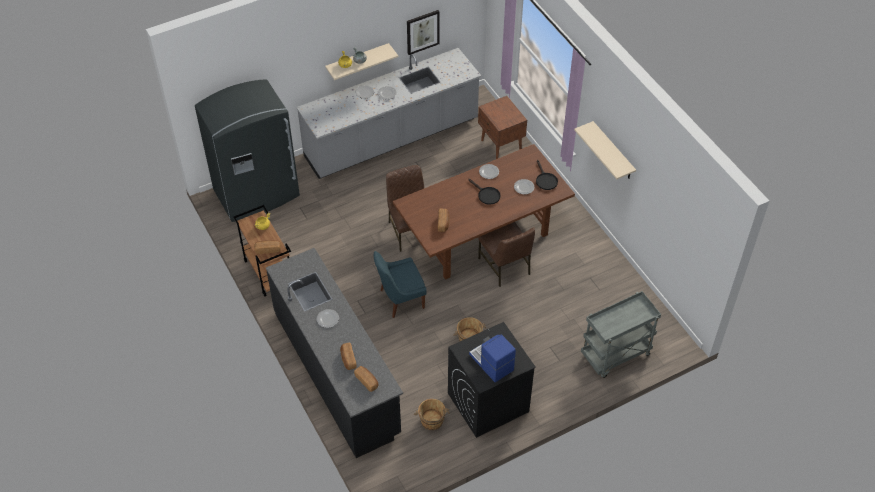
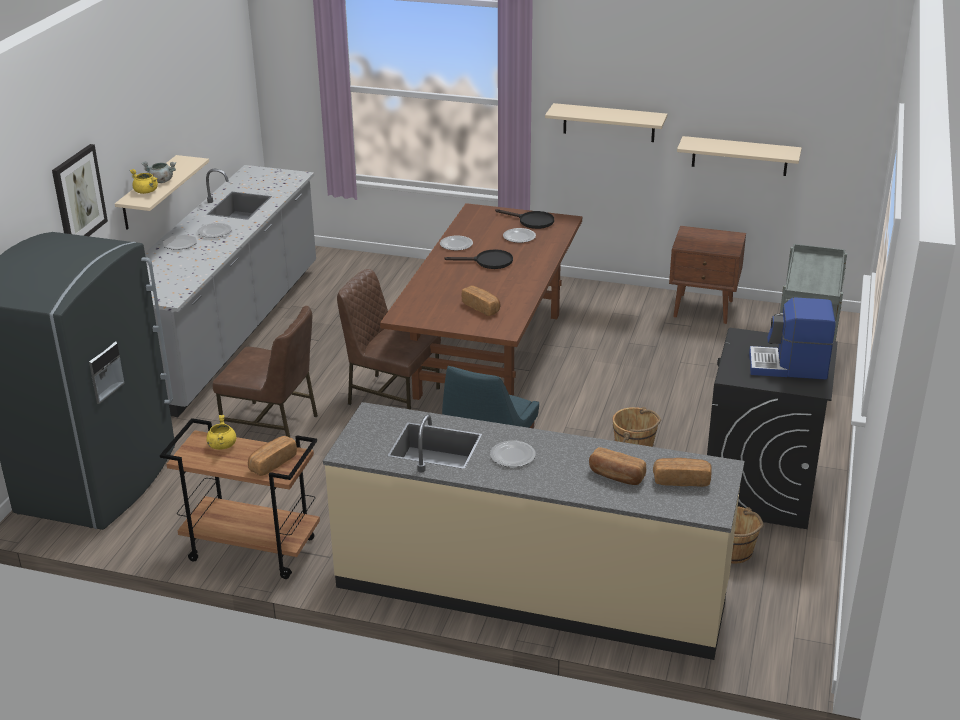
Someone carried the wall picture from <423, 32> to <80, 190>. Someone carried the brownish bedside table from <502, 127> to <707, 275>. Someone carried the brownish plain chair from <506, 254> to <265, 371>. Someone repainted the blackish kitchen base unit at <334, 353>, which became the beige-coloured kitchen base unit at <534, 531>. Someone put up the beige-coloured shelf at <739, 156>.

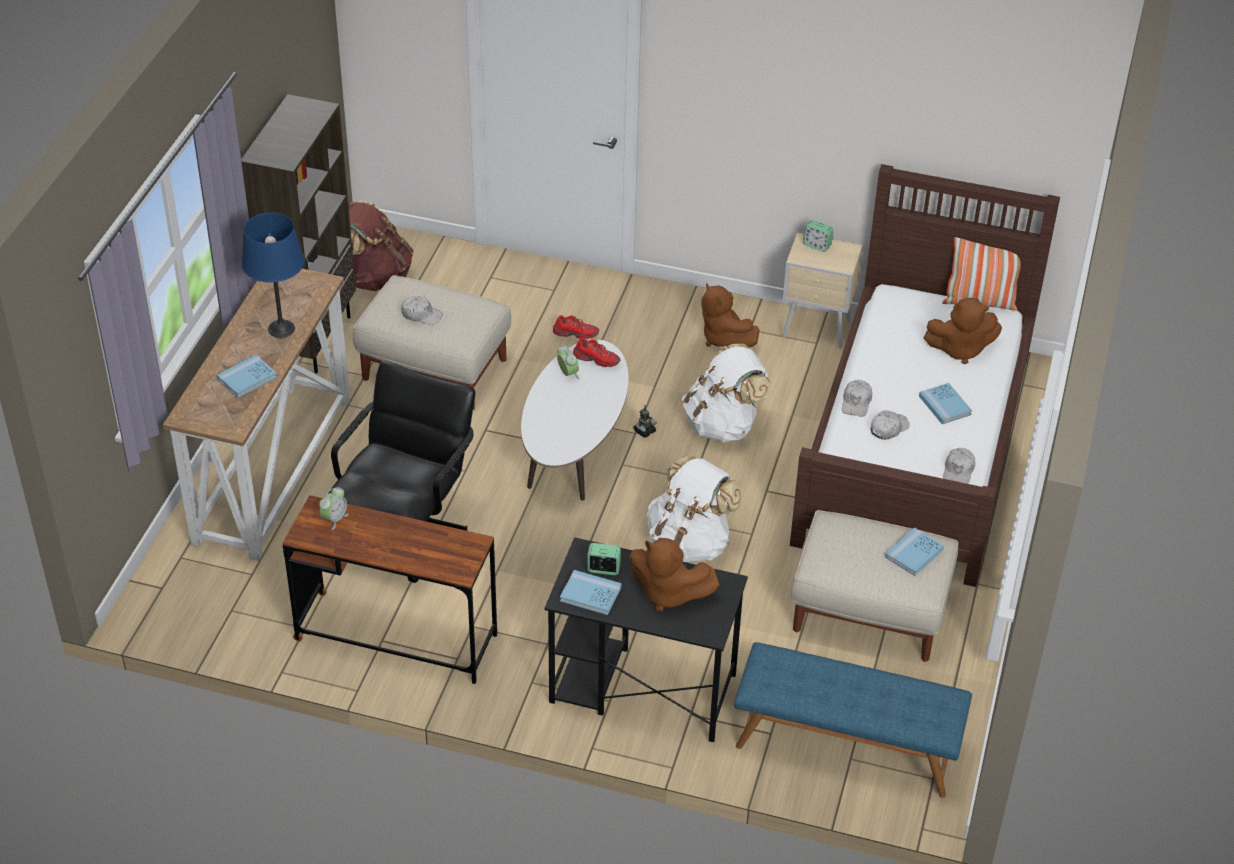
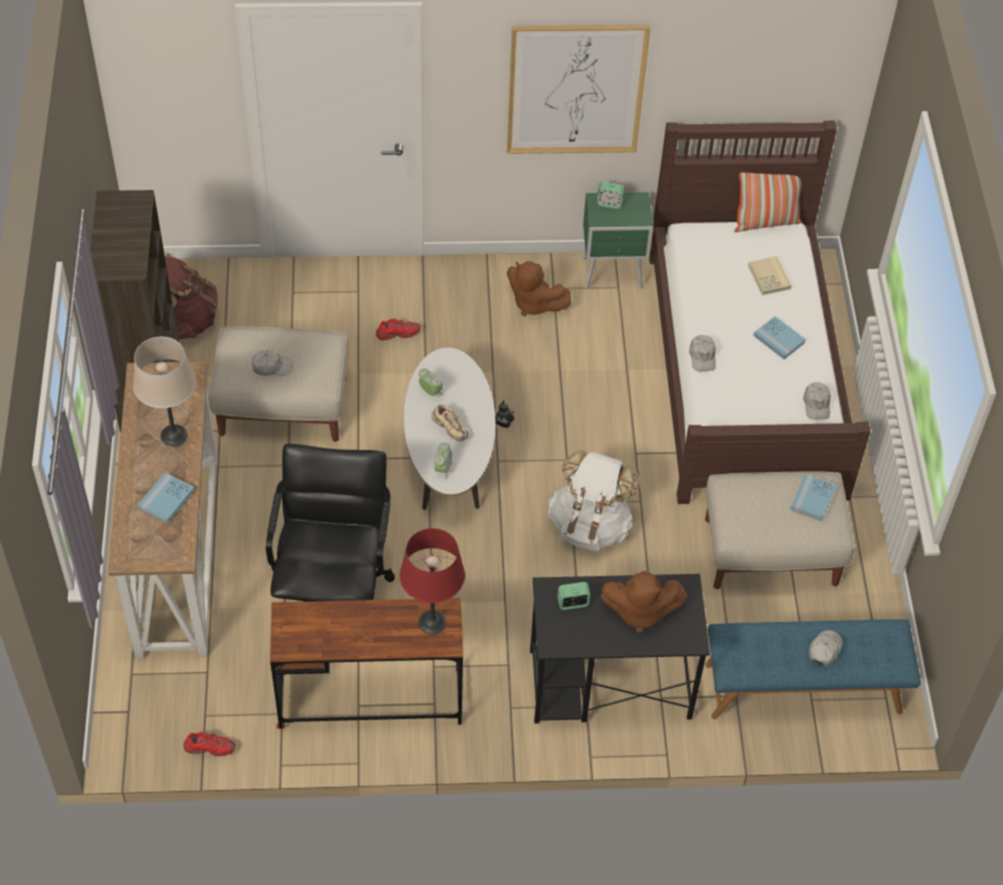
Someone repainted the blue-coloured tabletop lamp at <273, 275>, which became the beige-coloured tabletop lamp at <164, 391>. Someone repainted the beige-coloured bedside table at <822, 291>, which became the green bedside table at <617, 240>. Someone swapped the brownish plush toy at <962, 331> for the beige-coloured volume at <770, 275>. Someone carried the reddish item of footwear from <596, 352> to <209, 744>. Someone took away the white-coloured backpack at <727, 393>. Someone carried the white-coloured cap from <889, 425> to <826, 648>. Someone carried the alarm clock from <334, 508> to <443, 460>. Someone took away the blue-coloured volume at <590, 592>. Someone put up the wall picture at <578, 89>. Someone put down the beige-coloured item of footwear at <450, 423>. Someone put down the reddish tabletop lamp at <432, 581>.

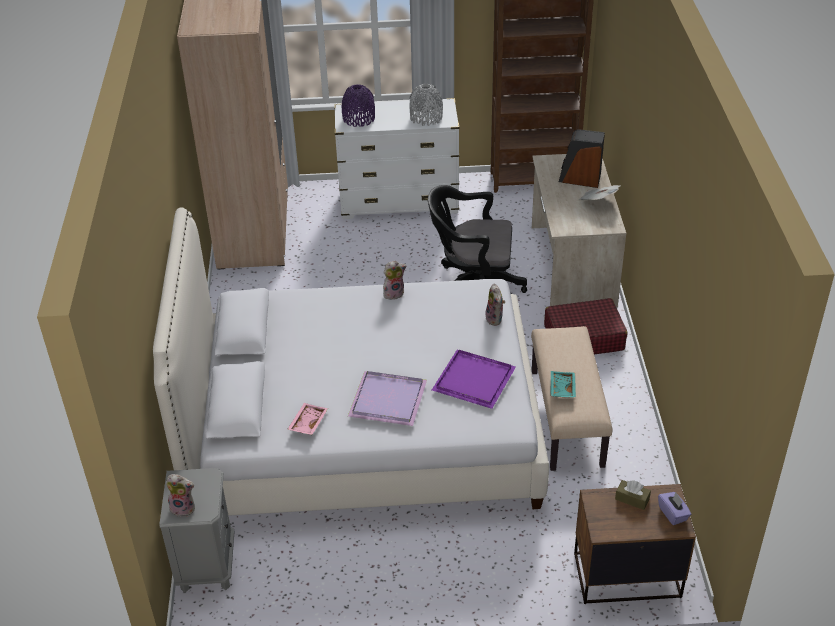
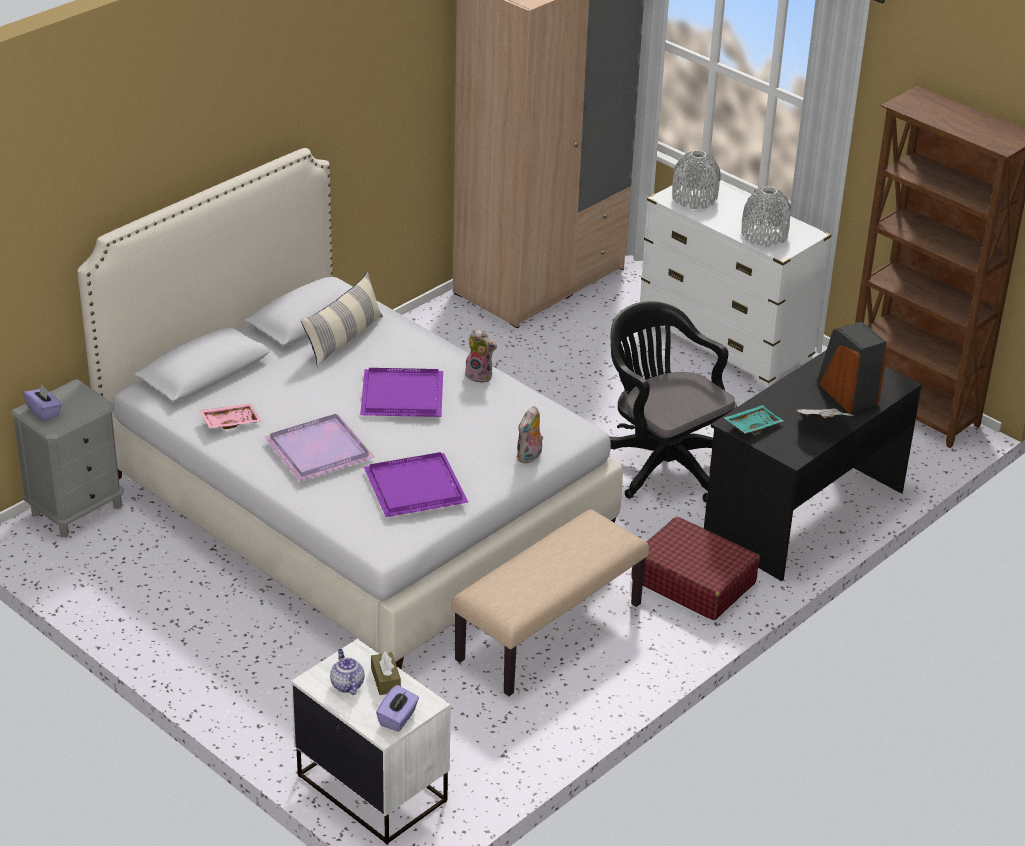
Someone repainted the purplish decorative vase at <358, 105>, which became the greyish decorative vase at <696, 179>. Someone repainted the beige-coloured desk at <579, 230>, which became the blackish desk at <813, 465>. Someone carried the turquoise serving tray from <563, 384> to <753, 419>. Someone swapped the plush toy at <180, 495> for the purplish box of tissues at <42, 403>. Someone repainted the brownish bedside table at <635, 544>, which became the white-coloured bedside table at <371, 742>. Someone put down the throw pillow at <342, 319>. Someone put down the purplish serving tray at <401, 392>. Someone put down the pot for tea at <347, 672>.

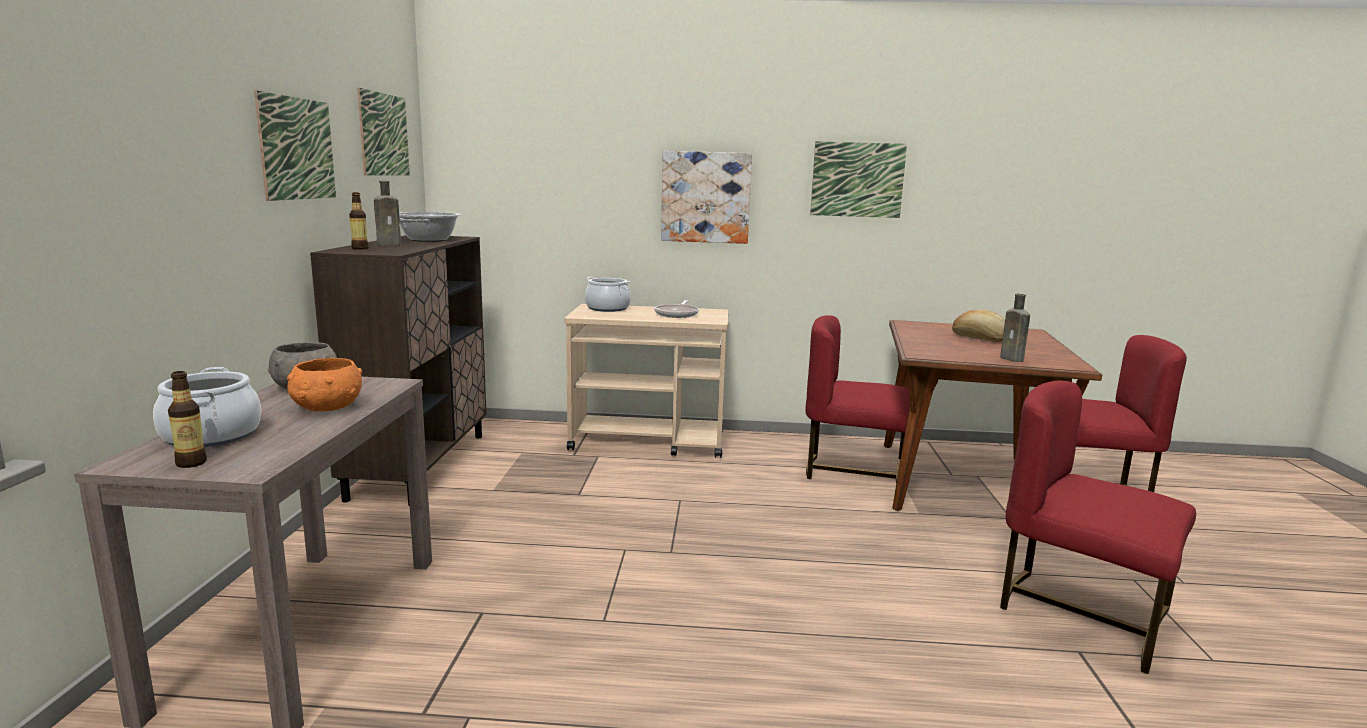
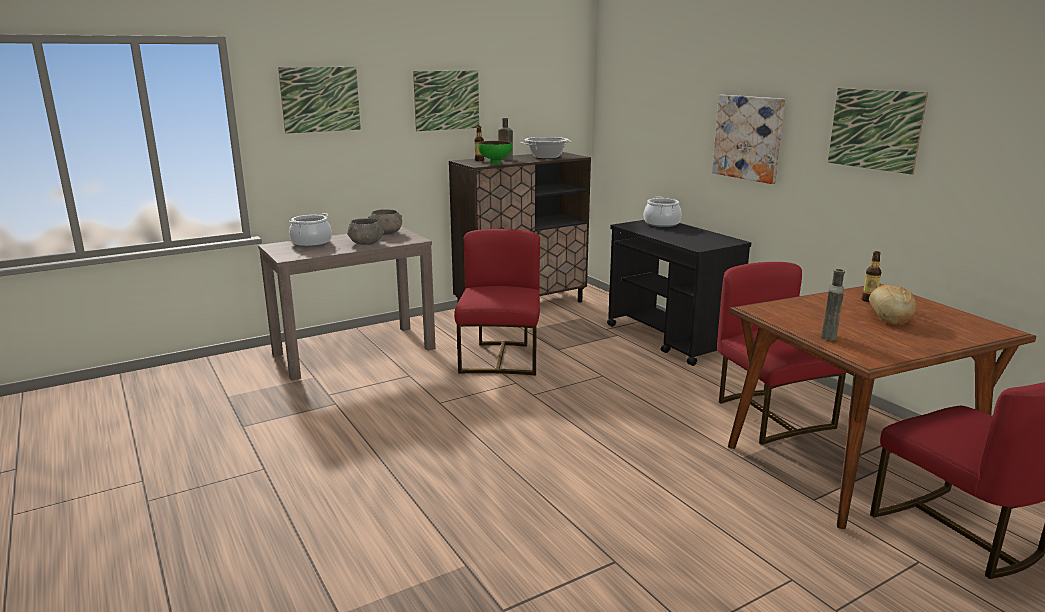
Someone carried the wall picture from <383, 132> to <319, 100>. Someone took away the frying pan at <676, 309>. Someone repainted the beige-coloured wheeled cart at <646, 381>, which became the blackish wheeled cart at <679, 293>. Someone repainted the orange-coloured bowl at <324, 385>, which became the greyish bowl at <365, 231>. Someone carried the drink bottle from <187, 419> to <871, 276>. Someone carried the reddish plain chair from <1098, 527> to <497, 302>. Someone put down the green bowl at <495, 153>.

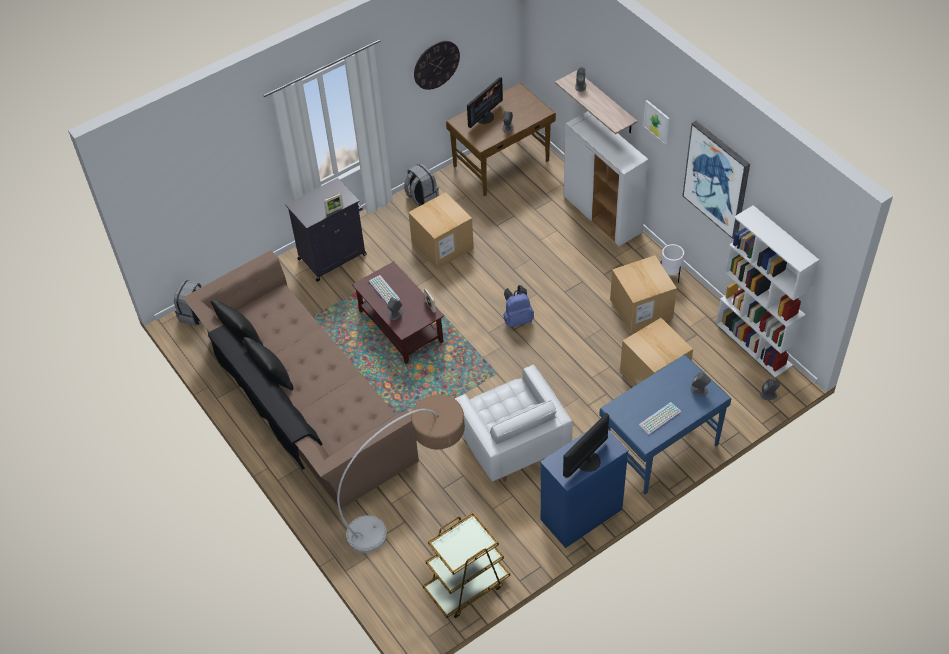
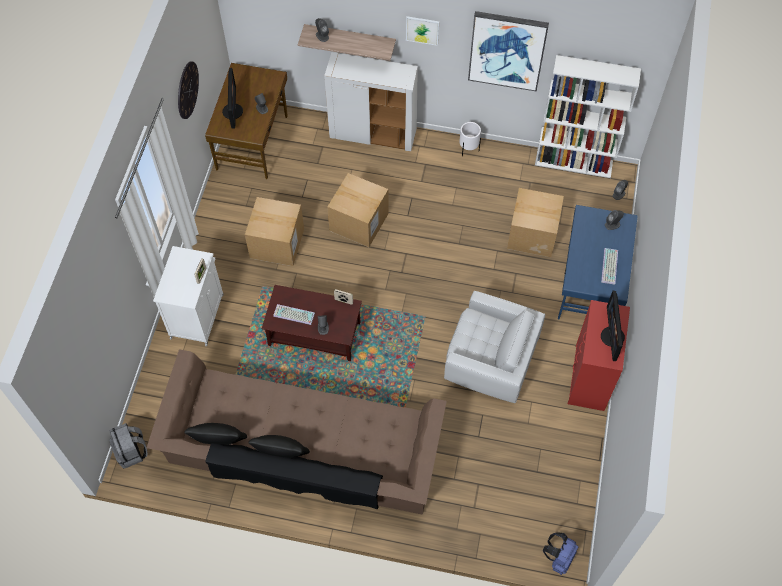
Someone took away the greyish backpack at <421, 185>. Someone repainted the blackish cupboard at <326, 230>, which became the white-coloured cupboard at <188, 296>. Someone carried the cardboard box from <643, 294> to <357, 210>. Someone carried the blue-coloured backpack from <519, 306> to <560, 553>. Someone took away the standard lamp at <401, 473>. Someone repainted the blue-coloured chest of drawers at <584, 489>, which became the reddish chest of drawers at <599, 355>. Someone took away the brownish wheeled cart at <466, 565>.

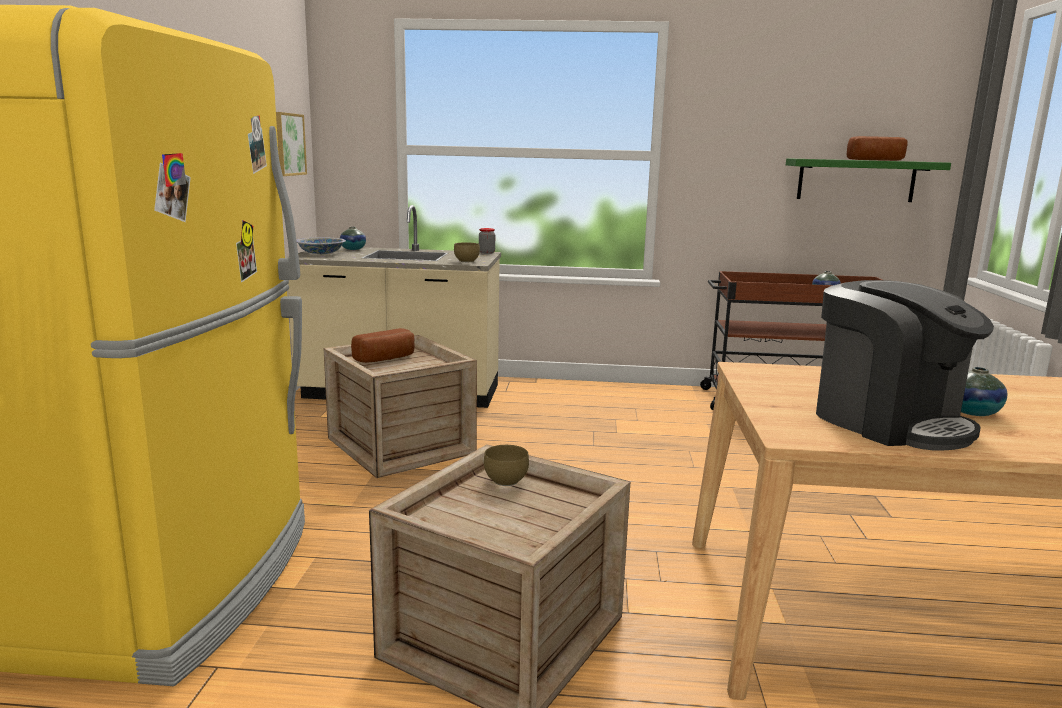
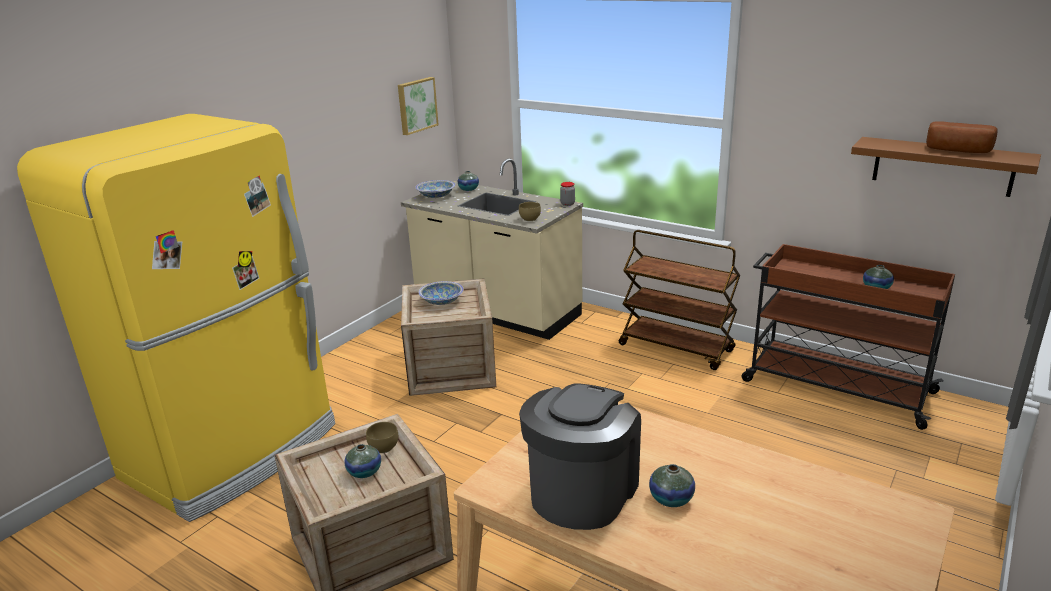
Someone repainted the green shelf at <868, 180>, which became the brownish shelf at <946, 167>. Someone rotated the coffee machine at <905, 365> by 150 degrees counterclockwise. Someone swapped the bread at <383, 345> for the bowl at <441, 293>. Someone put down the brownish wheeled cart at <679, 300>. Someone put down the decorative vase at <362, 461>.

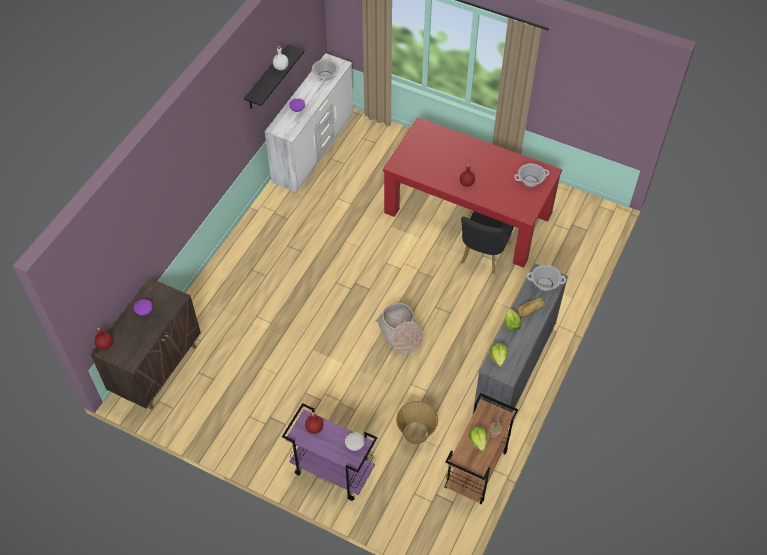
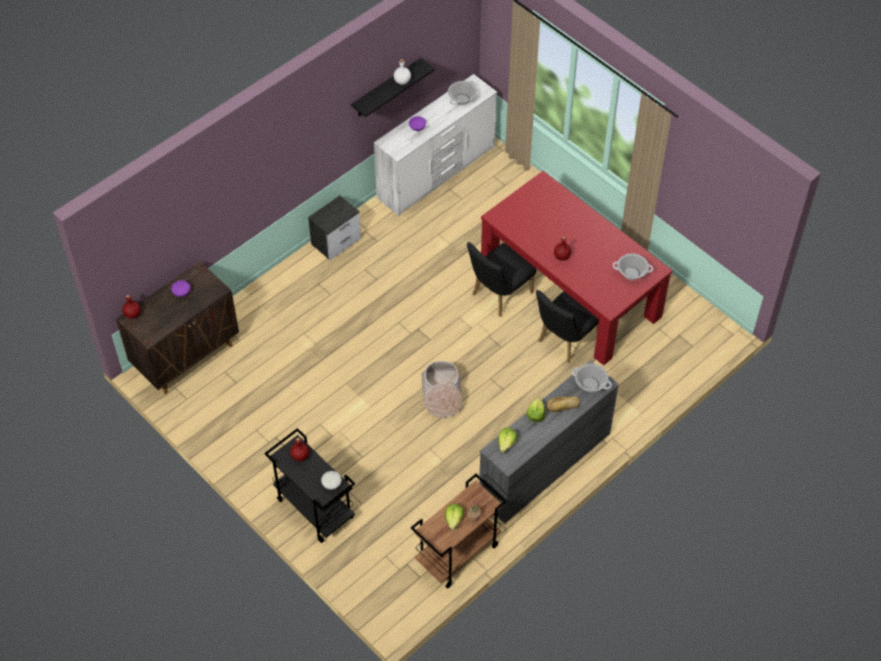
Someone took away the basket at <417, 422>. Someone repainted the purplish wheeled cart at <329, 452>, which became the blackish wheeled cart at <309, 485>. Someone put down the bedside table at <334, 227>. Someone put down the blackish plain chair at <502, 279>.

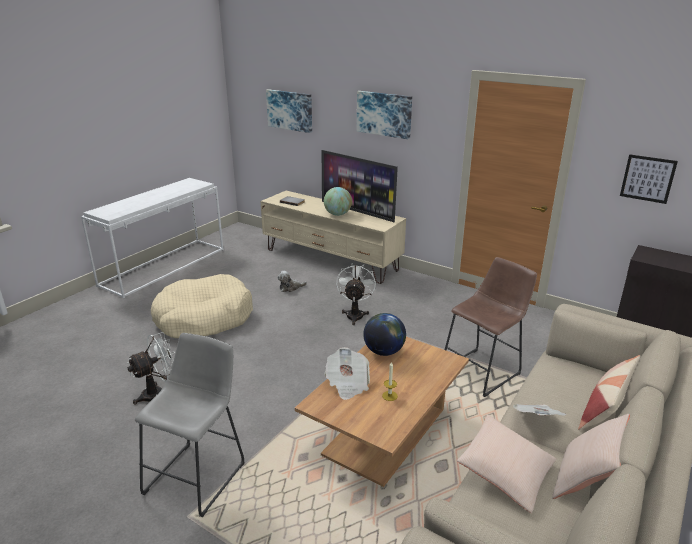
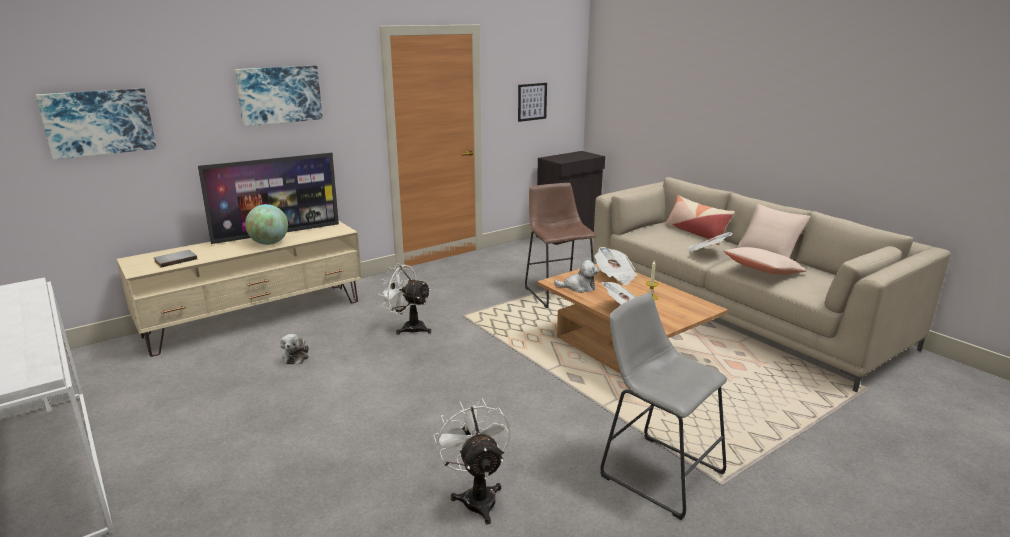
Someone took away the beige-coloured dog bed at <202, 306>. Someone swapped the globe at <384, 334> for the plush toy at <576, 276>. Someone put down the printed paper at <616, 266>.

